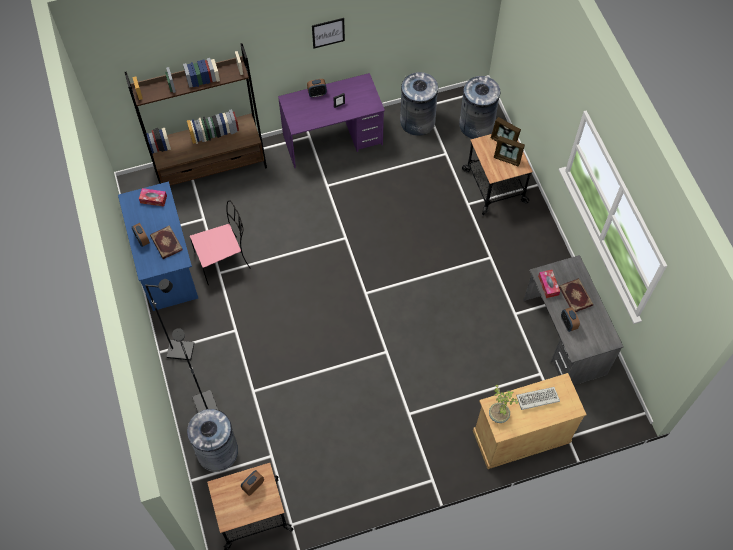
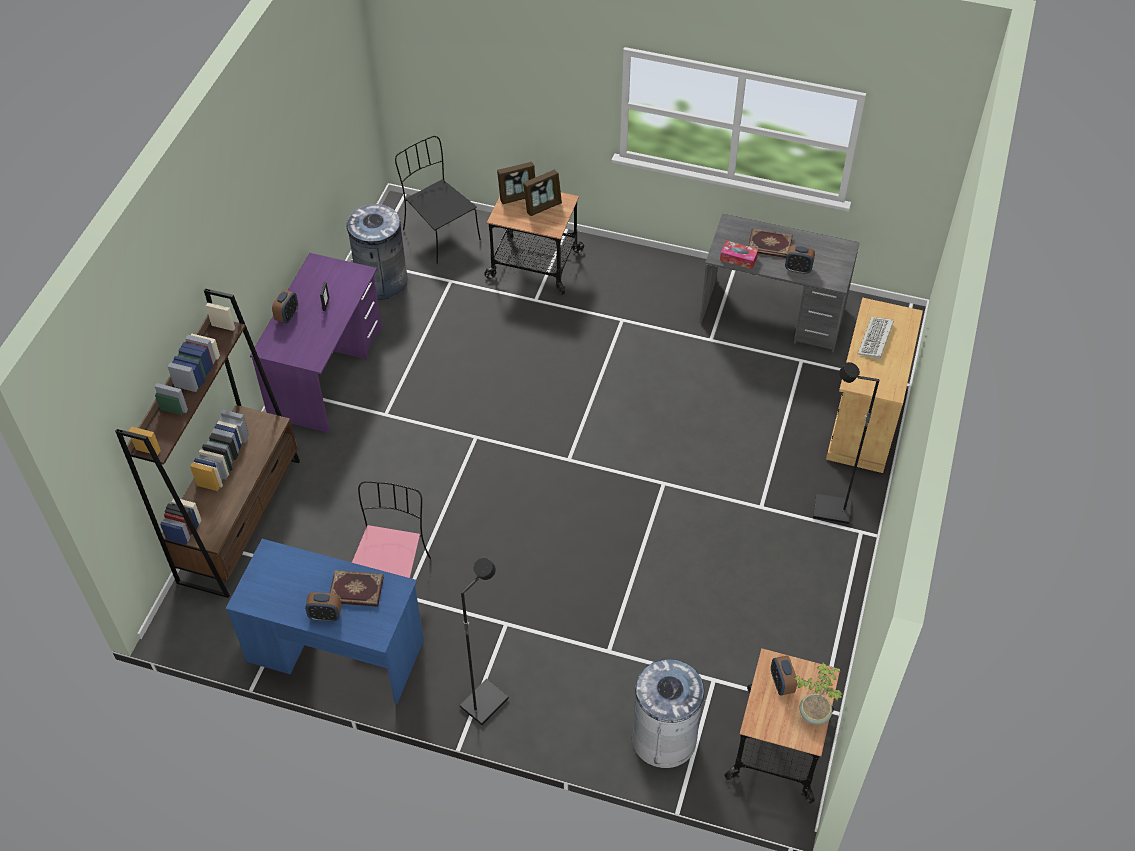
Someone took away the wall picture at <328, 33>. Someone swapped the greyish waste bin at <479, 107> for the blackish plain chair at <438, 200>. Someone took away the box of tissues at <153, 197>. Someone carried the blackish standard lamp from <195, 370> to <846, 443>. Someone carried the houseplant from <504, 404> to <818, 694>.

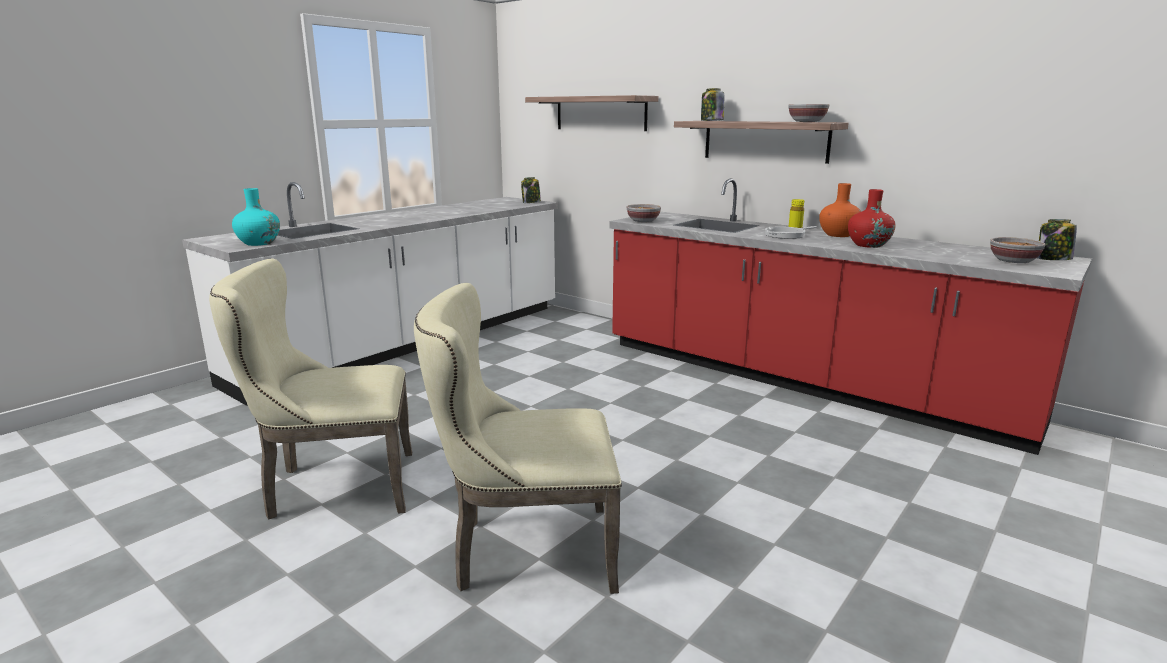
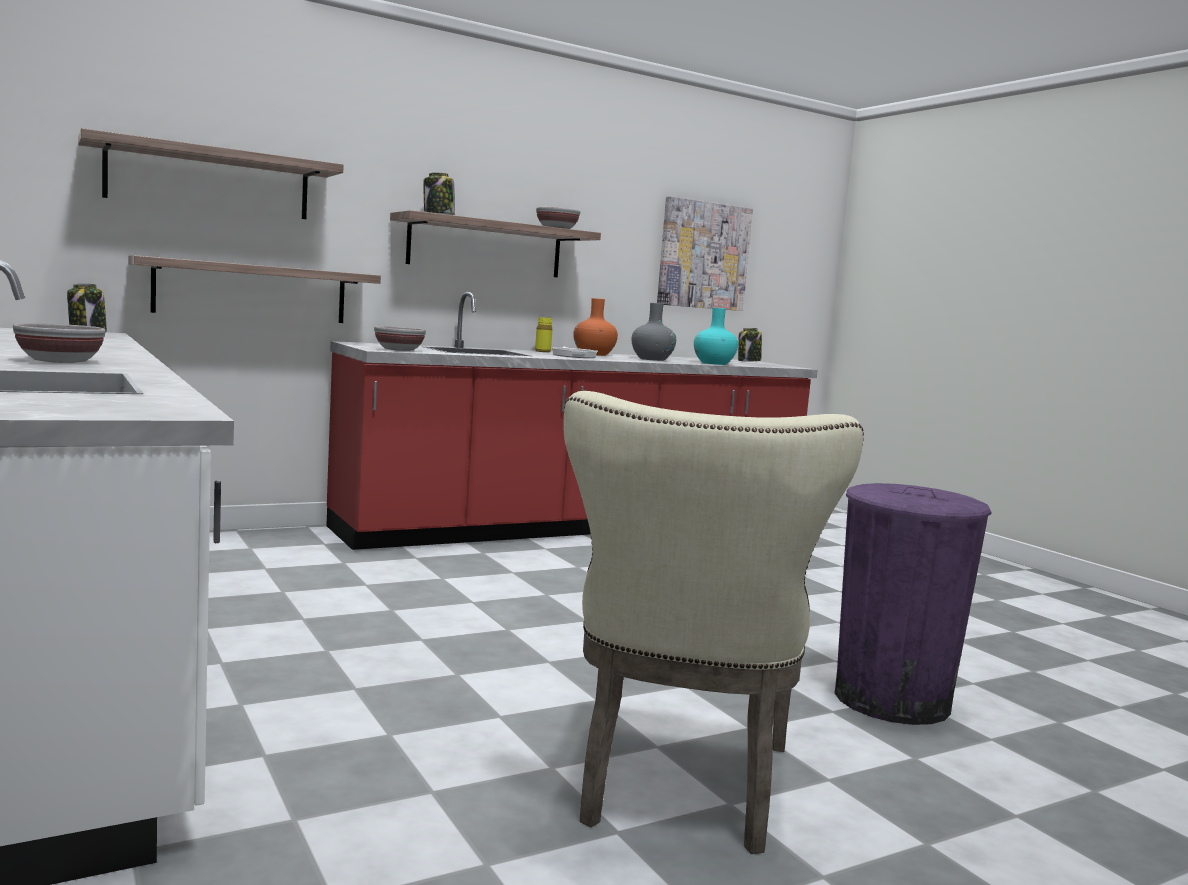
Someone carried the turquoise decorative vase from <256, 217> to <716, 336>. Someone repainted the reddish decorative vase at <872, 218>, which became the greyish decorative vase at <654, 332>. Someone carried the bowl from <1018, 250> to <59, 343>. Someone swapped the beige-coloured plain chair at <518, 438> for the purplish waste bin at <913, 604>. Someone put up the wall picture at <705, 253>. Someone put up the shelf at <254, 289>.

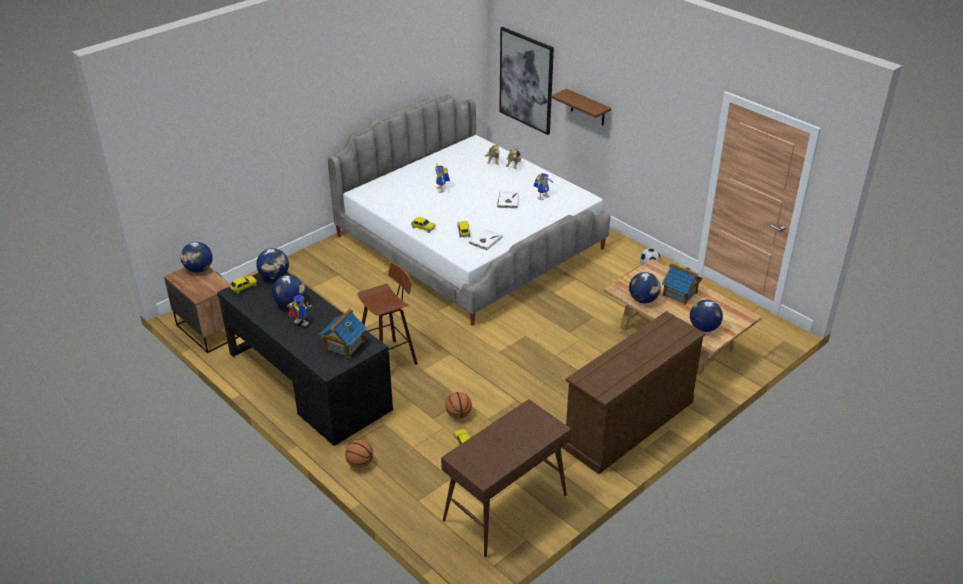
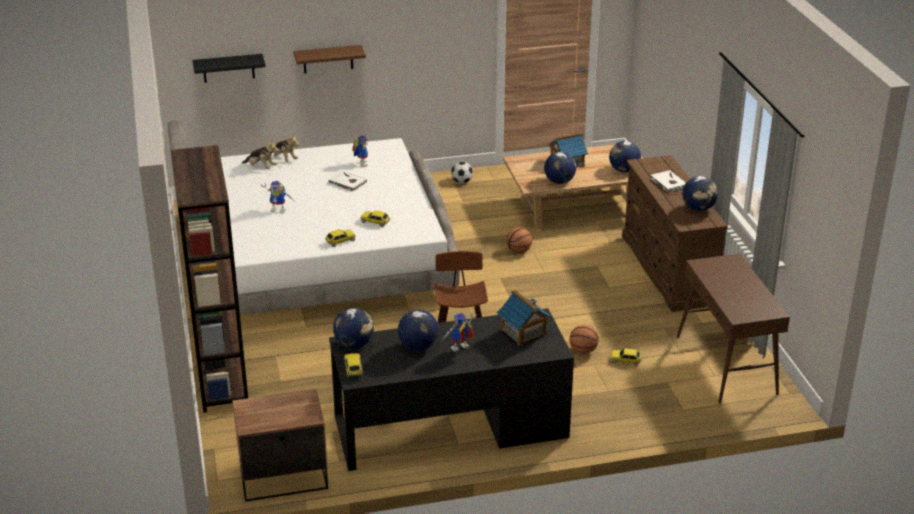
Someone swapped the wall picture at <526, 81> for the blackish shelf at <229, 68>. Someone carried the white-coloured volume from <486, 240> to <668, 181>. Someone carried the globe from <197, 257> to <700, 193>. Someone carried the basketball ball from <359, 454> to <519, 240>. Someone put down the brownish bookshelf at <209, 279>.

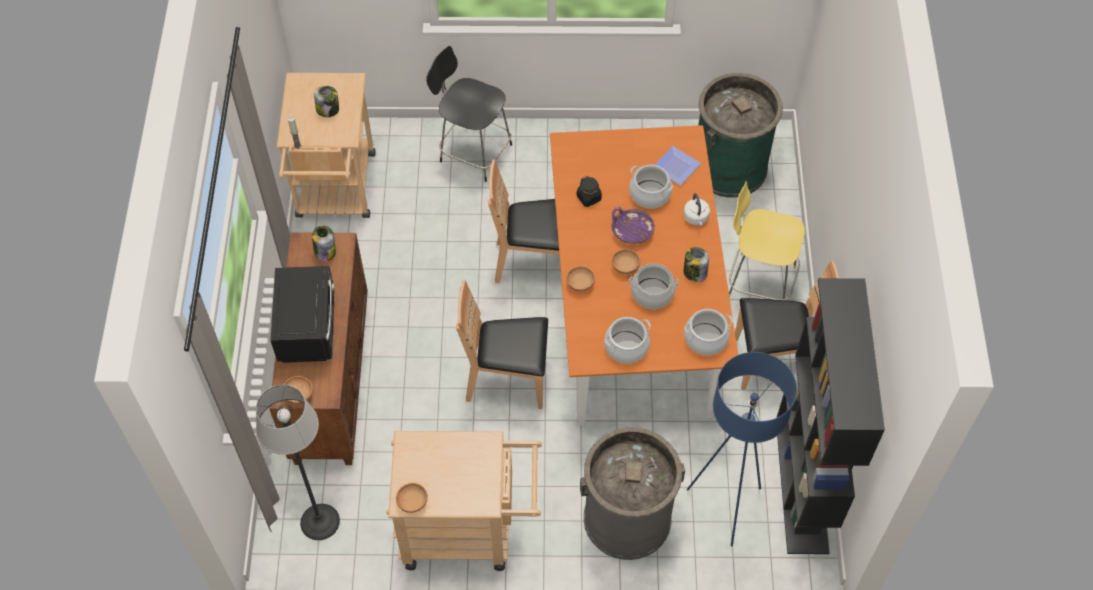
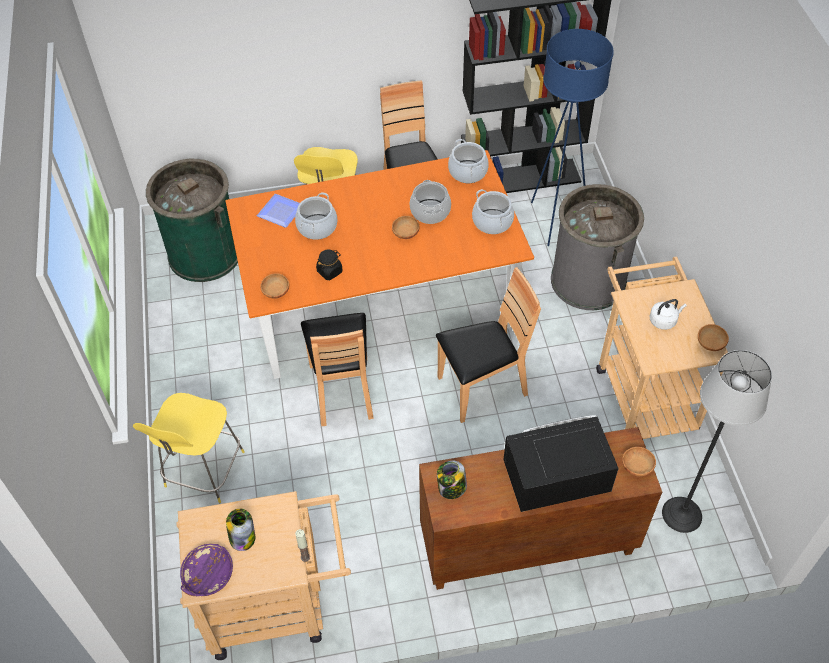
Someone repainted the blackish sitting stool at <469, 114>, which became the yellow-coloured sitting stool at <189, 448>. Someone carried the white-coloured kettle from <696, 209> to <668, 314>. Someone carried the purplish bowl from <633, 225> to <206, 570>. Someone took away the storage jar at <696, 264>. Someone carried the brownish bowl from <580, 278> to <274, 286>. Someone rotated the brownish plain chair at <502, 344> by 105 degrees counterclockwise.

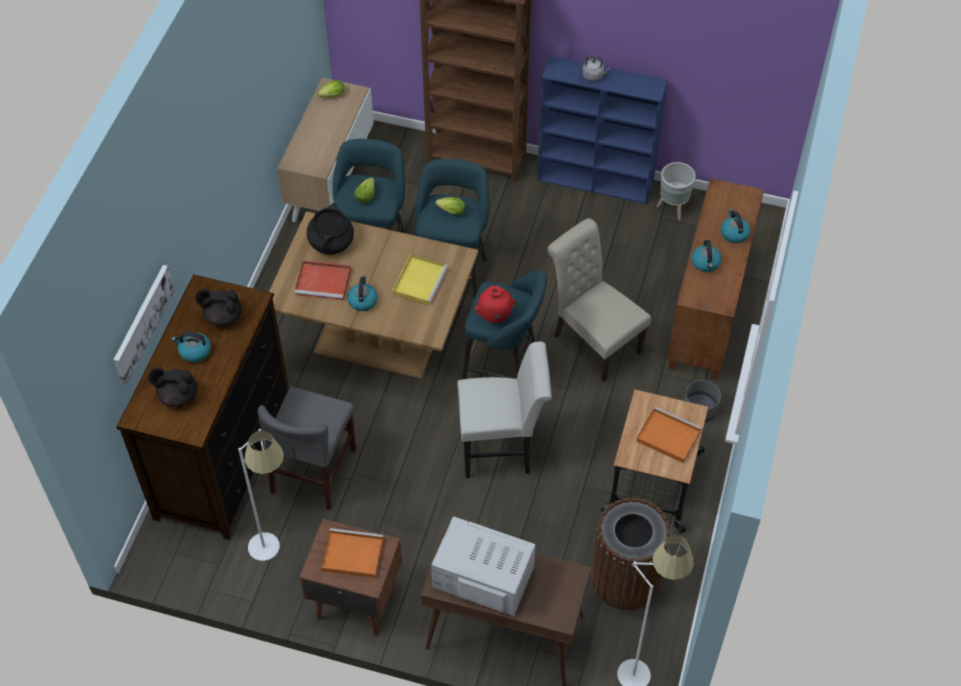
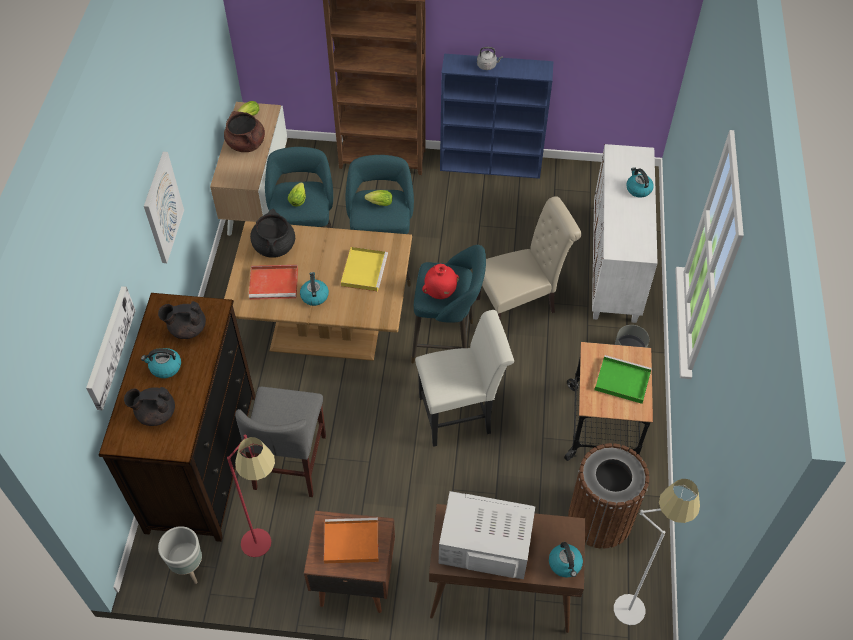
Someone carried the greyish flower pot from <676, 191> to <180, 555>. Someone repainted the brownish cupboard at <715, 278>, which became the white-coloured cupboard at <624, 233>. Someone rotated the beige-coloured plain chair at <599, 300> by 120 degrees clockwise. Someone carried the kettle from <707, 256> to <566, 560>. Someone repainted the orange-coloured serving tray at <669, 435>, which became the green serving tray at <623, 379>. Someone repainted the white-coloured standard lamp at <261, 495>, which became the reddish standard lamp at <251, 496>. Someone put down the brownish saucepot at <244, 131>. Someone put up the wall picture at <164, 207>.

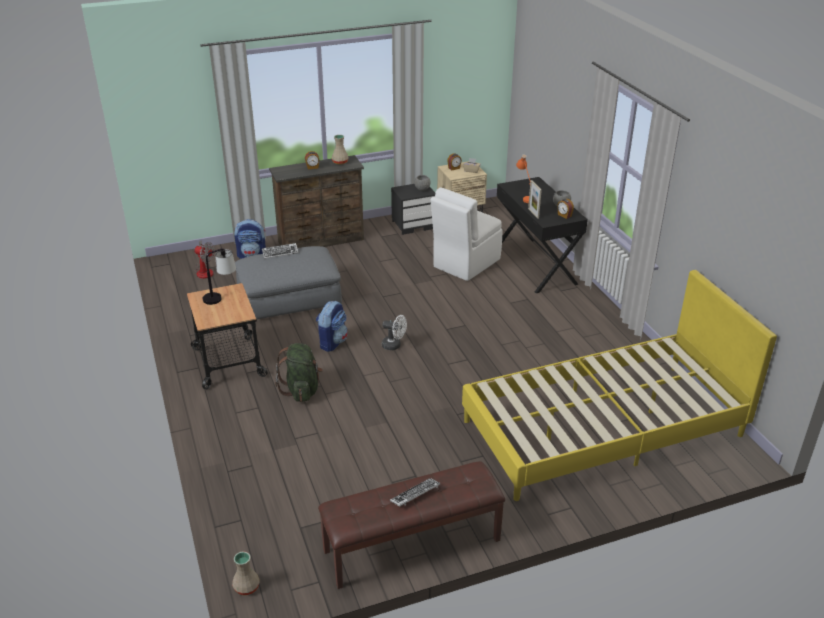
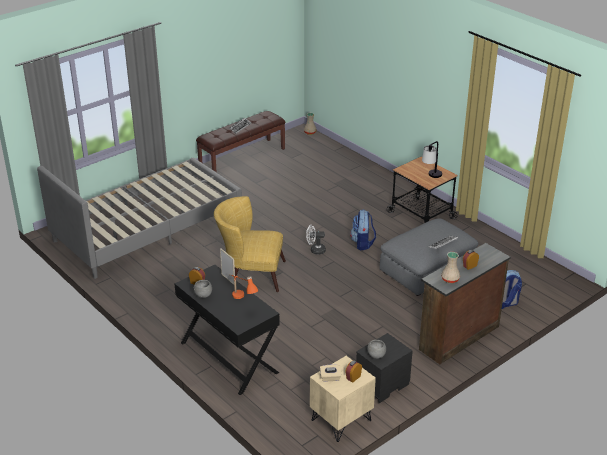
Someone took away the white-coloured plain chair at <467, 234>. Someone took away the cooling fan at <204, 259>. Someone repainted the yellow-coloured bed at <619, 385>, which became the greyish bed at <139, 218>. Someone took away the green backpack at <299, 372>. Someone put down the yellow-coloured easy chair at <250, 244>.

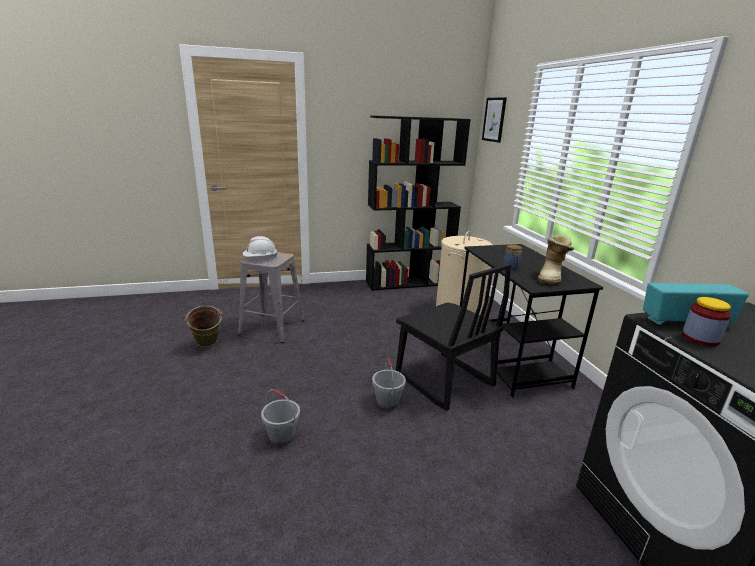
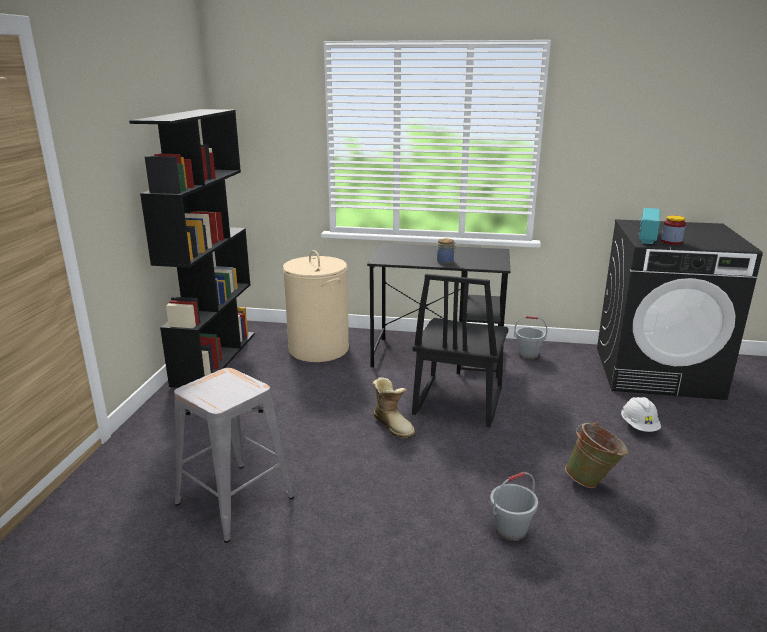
Someone took away the wall picture at <494, 120>. Someone carried the boot from <556, 260> to <394, 408>. Someone carried the white-coloured hard hat from <260, 246> to <641, 414>. Someone rotated the blackish plain chair at <453, 337> by 120 degrees clockwise. Someone carried the green water bucket from <204, 326> to <596, 454>. Someone carried the greyish water bucket from <389, 383> to <530, 337>.

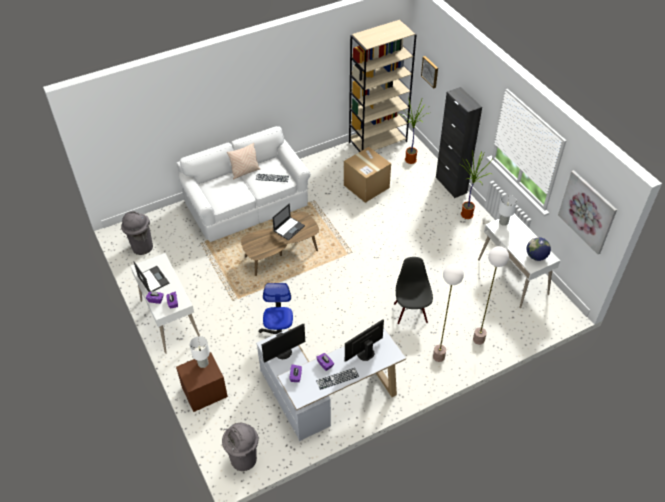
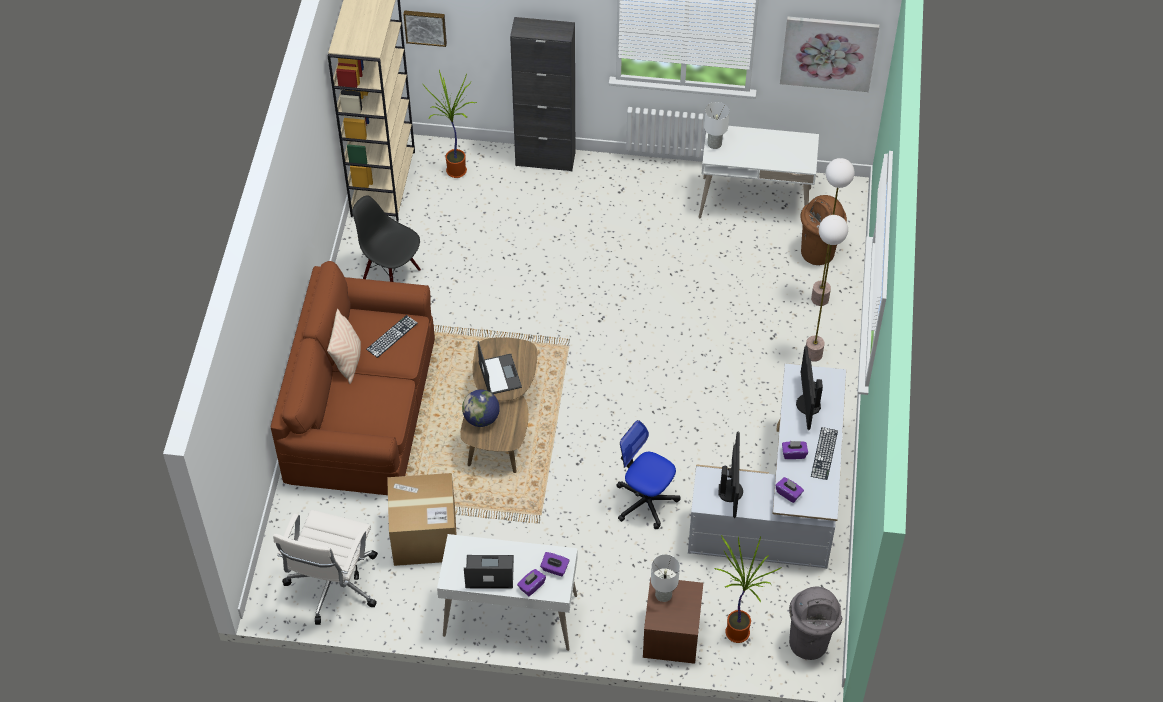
Someone repainted the white-coloured settee at <244, 184>, which became the brownish settee at <353, 378>. Someone carried the cardboard box from <367, 175> to <422, 519>. Someone carried the houseplant from <476, 185> to <748, 589>. Someone swapped the greyish waste bin at <137, 233> for the white-coloured office chair at <325, 567>. Someone carried the globe from <539, 249> to <481, 408>. Someone carried the blackish plain chair from <413, 291> to <386, 238>. Someone put down the brownish waste bin at <823, 230>.

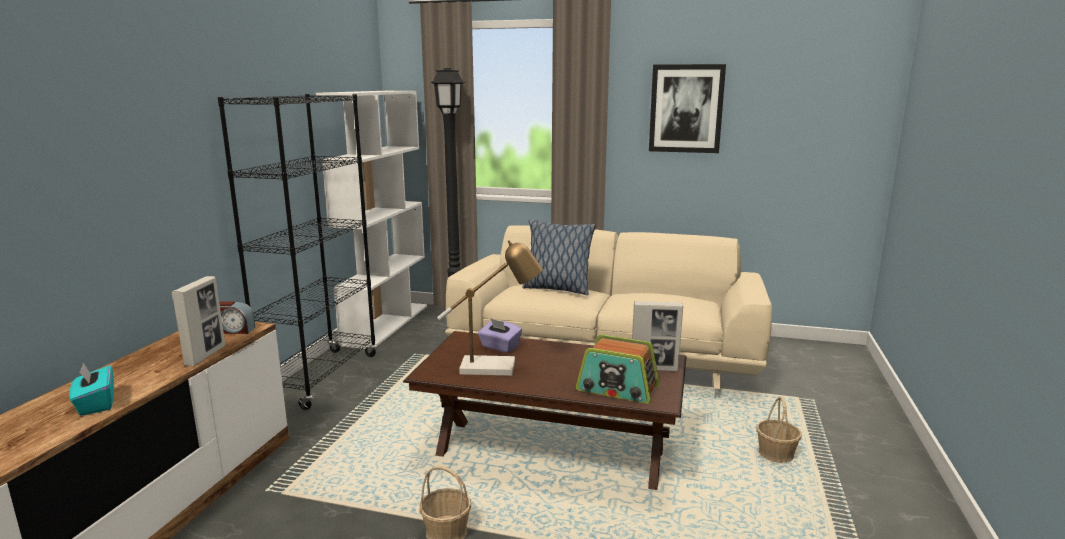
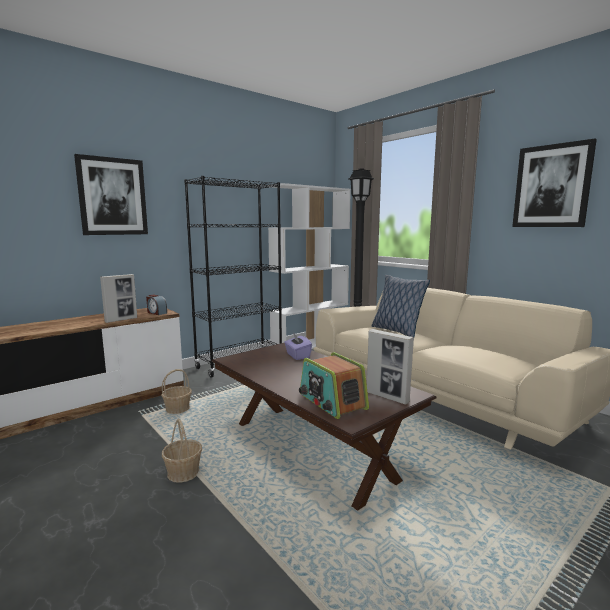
Someone took away the tabletop lamp at <490, 308>. Someone took away the turquoise box of tissues at <91, 389>. Someone carried the basket from <779, 429> to <176, 391>. Someone put up the wall picture at <111, 194>.

